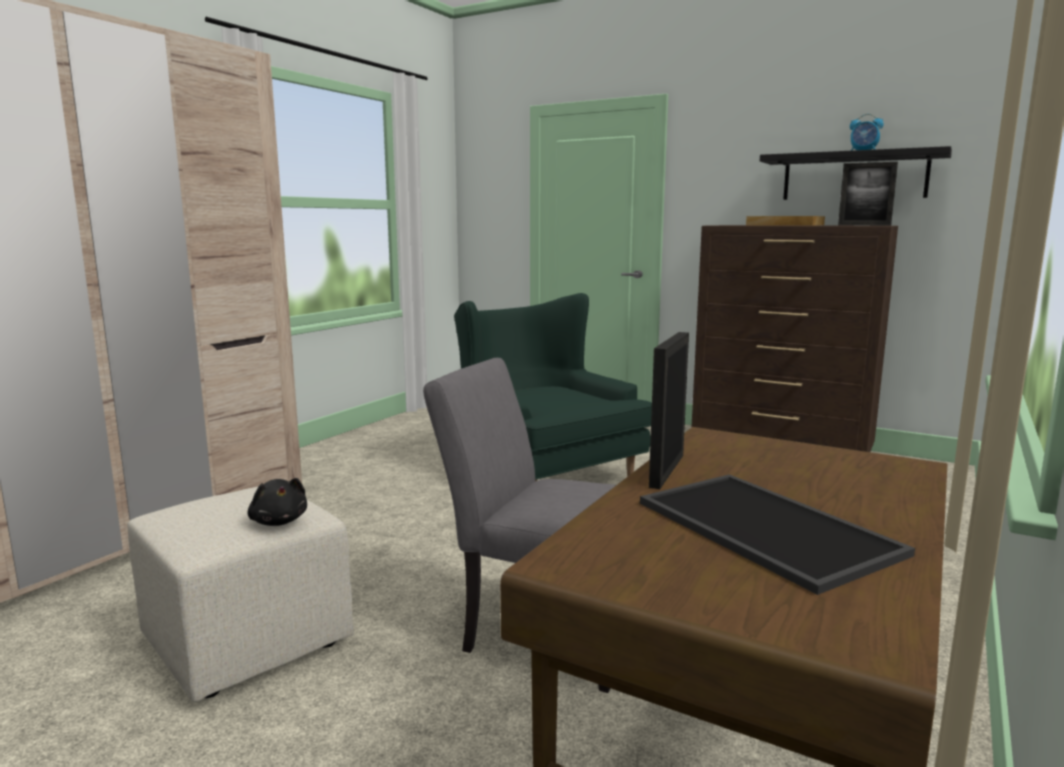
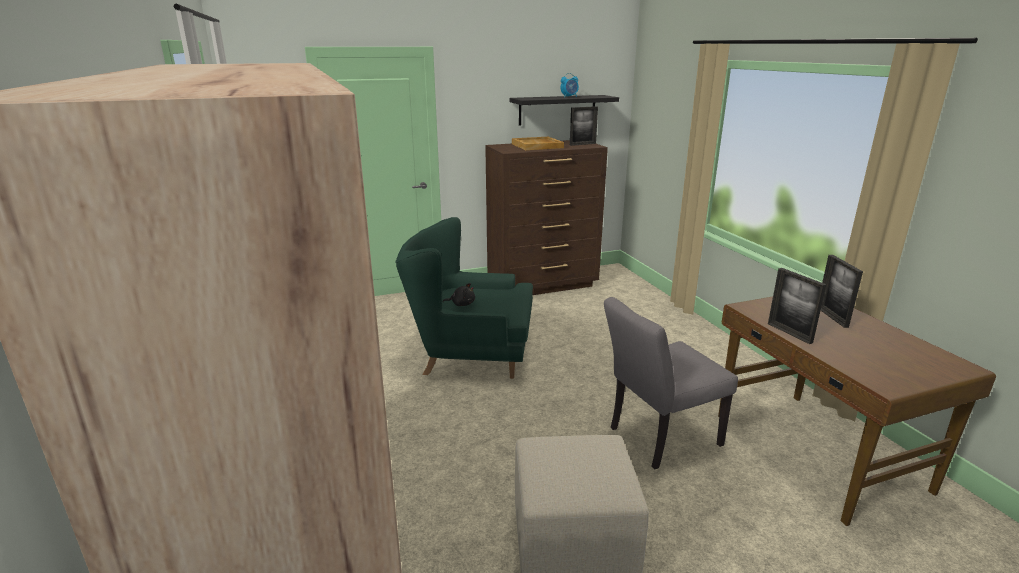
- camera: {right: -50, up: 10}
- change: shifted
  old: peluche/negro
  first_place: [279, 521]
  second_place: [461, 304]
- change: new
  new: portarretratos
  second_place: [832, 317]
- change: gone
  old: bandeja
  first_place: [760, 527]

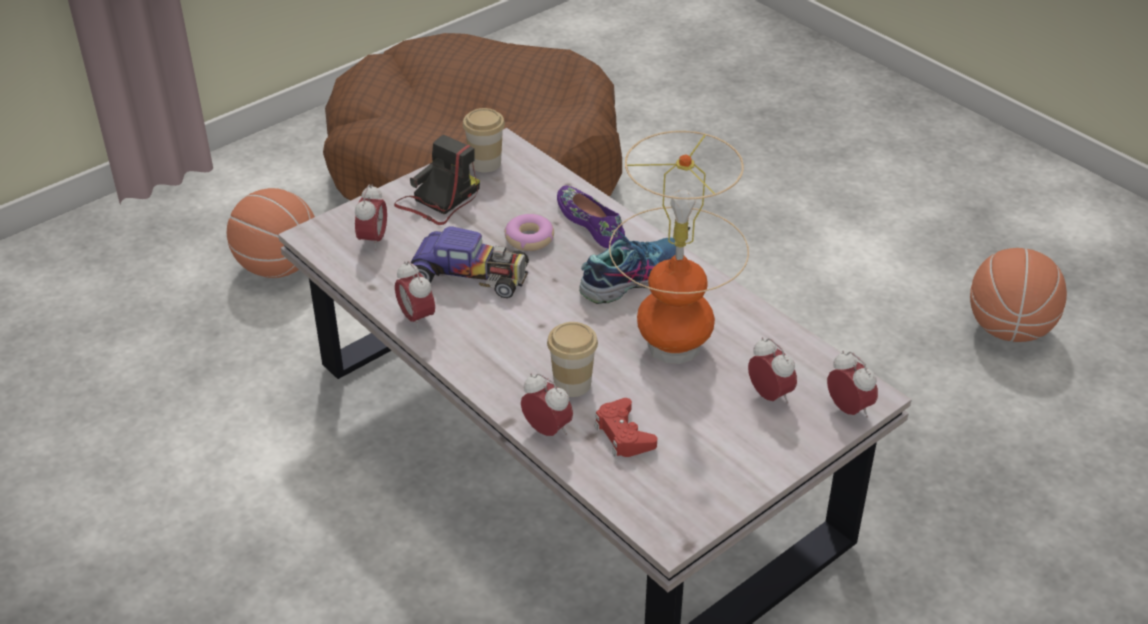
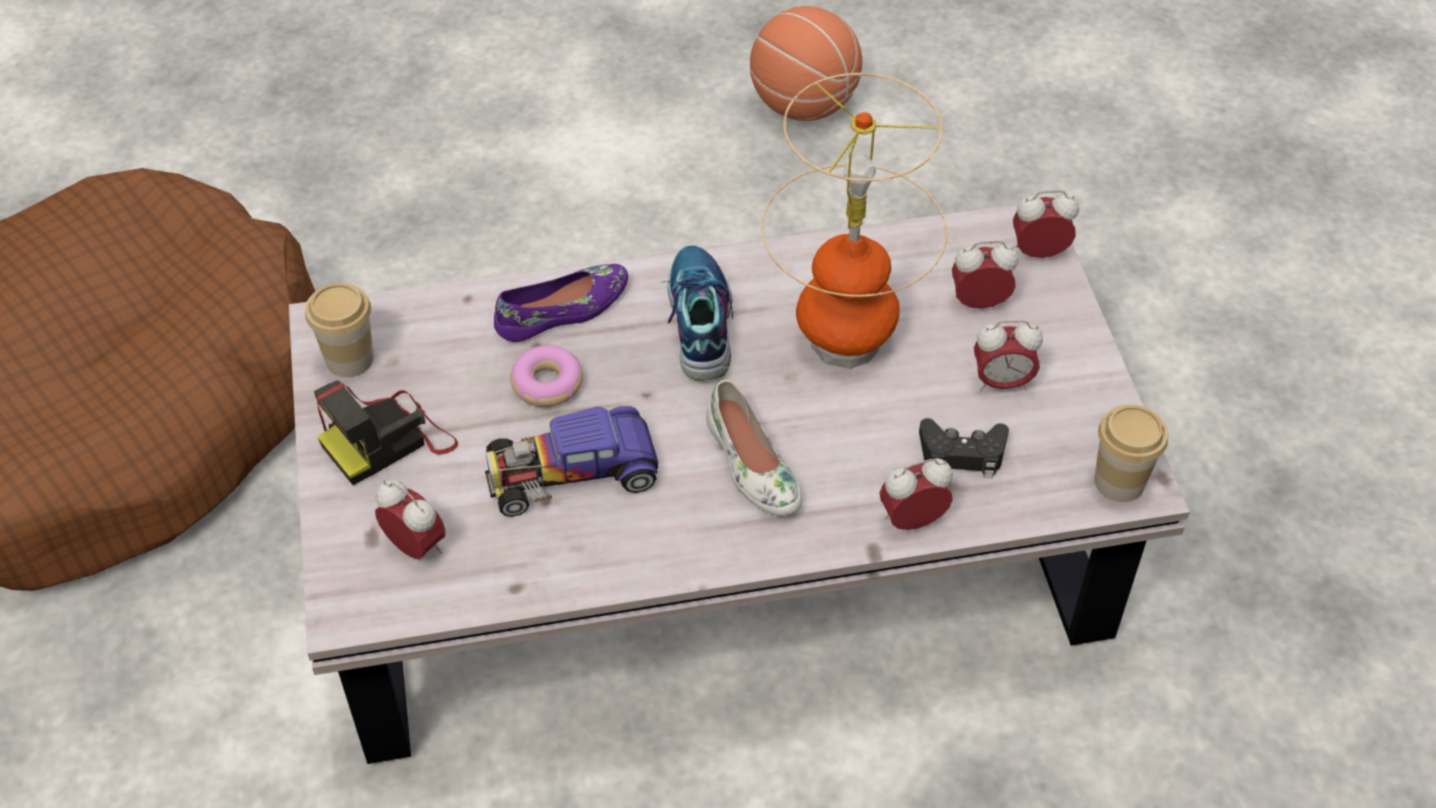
- camera: {right: -60, up: 10}
- change: rotated
  old: cámara
  first_place: [439, 200]
  second_place: [389, 441]
  degrees: -105
- change: rotated
  old: coche de juguete
  first_place: [470, 274]
  second_place: [571, 472]
  degrees: -150
- change: rotated
  old: zapato/morado
  first_place: [591, 222]
  second_place: [564, 311]
  degrees: 150
- change: new
  new: zapato/blanco
  second_place: [751, 465]
- change: repainted
  old: mando de consola/rojo
  new: mando de consola/negro
  first_place: [623, 434]
  second_place: [962, 454]
- change: shifted
  old: despertador
  first_place: [416, 318]
  second_place: [1001, 383]
- change: shifted
  old: taza
  first_place: [572, 384]
  second_place: [1119, 482]
- change: gone
  old: balón de baloncesto
  first_place: [278, 266]

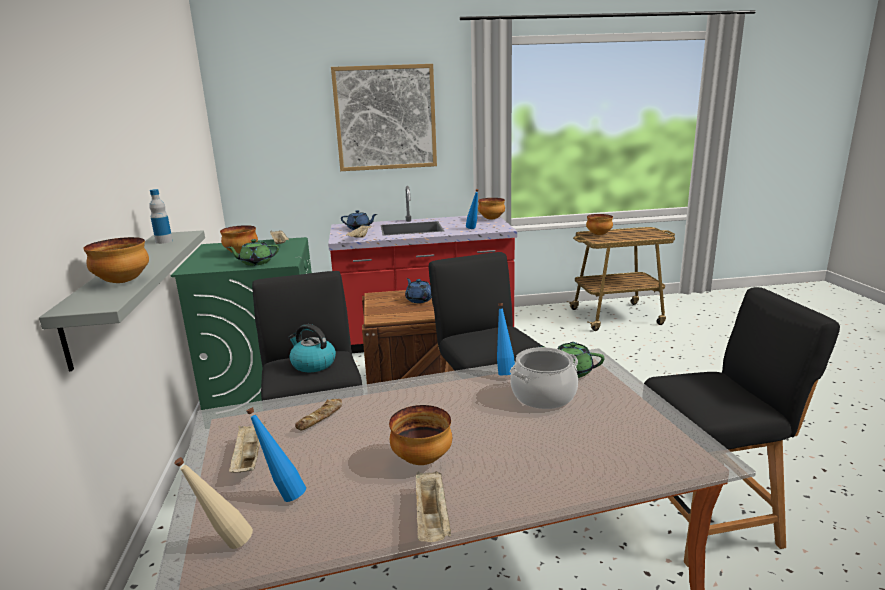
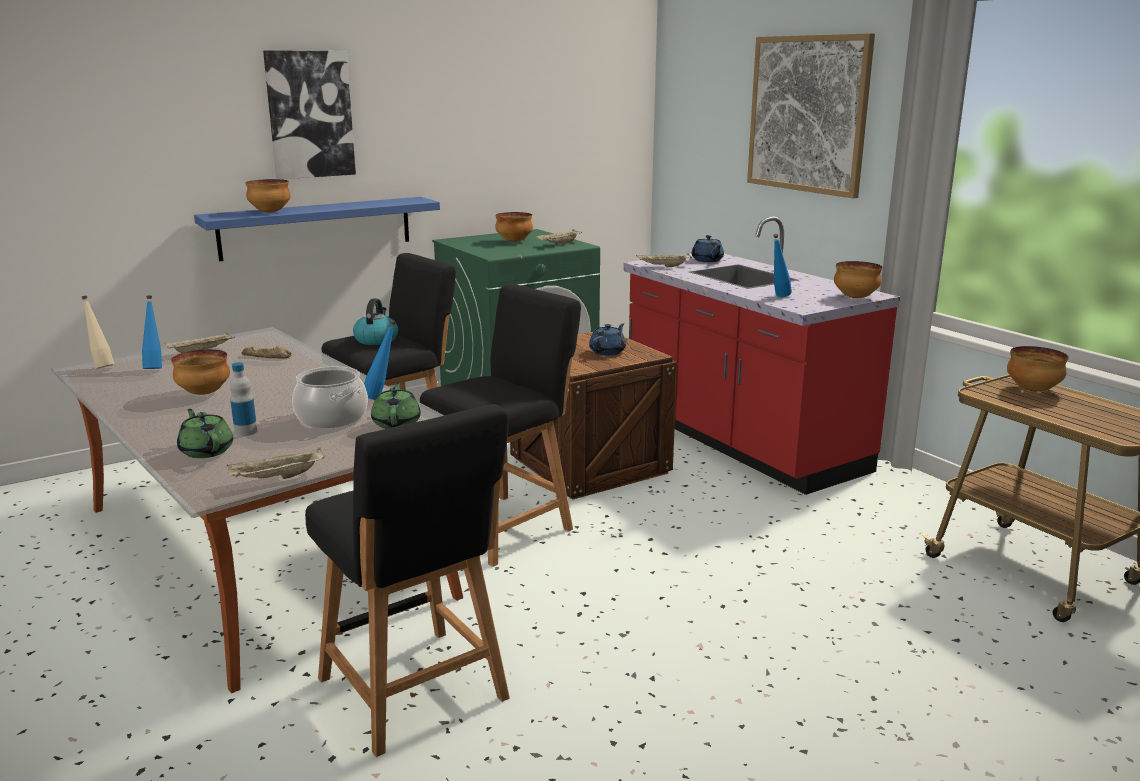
- camera: {right: 65, up: 0}
- change: shifted
  old: tetera/verde
  first_place: [256, 263]
  second_place: [206, 451]
- change: repainted
  old: estante/gris
  new: estante/azul
  first_place: [116, 292]
  second_place: [316, 228]
- change: shifted
  old: bandeja/beis
  first_place: [432, 520]
  second_place: [277, 478]
- change: shifted
  old: botella
  first_place: [164, 241]
  second_place: [246, 432]
- change: new
  new: cuadro
  second_place: [310, 114]

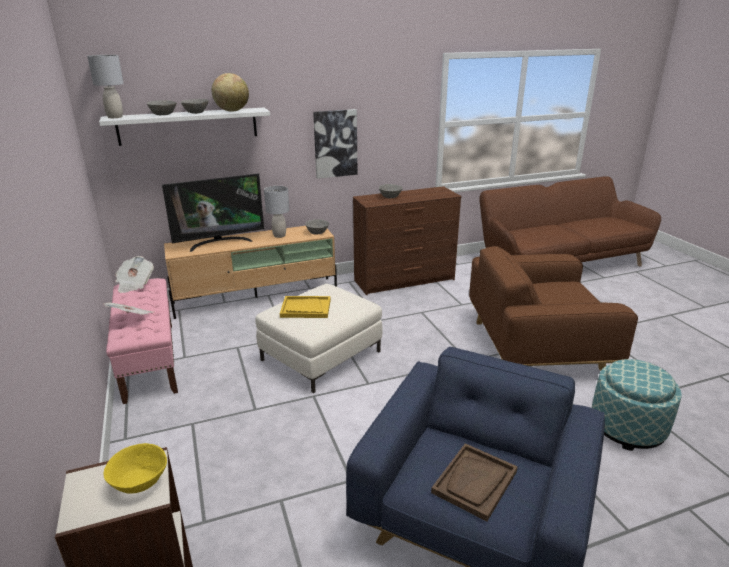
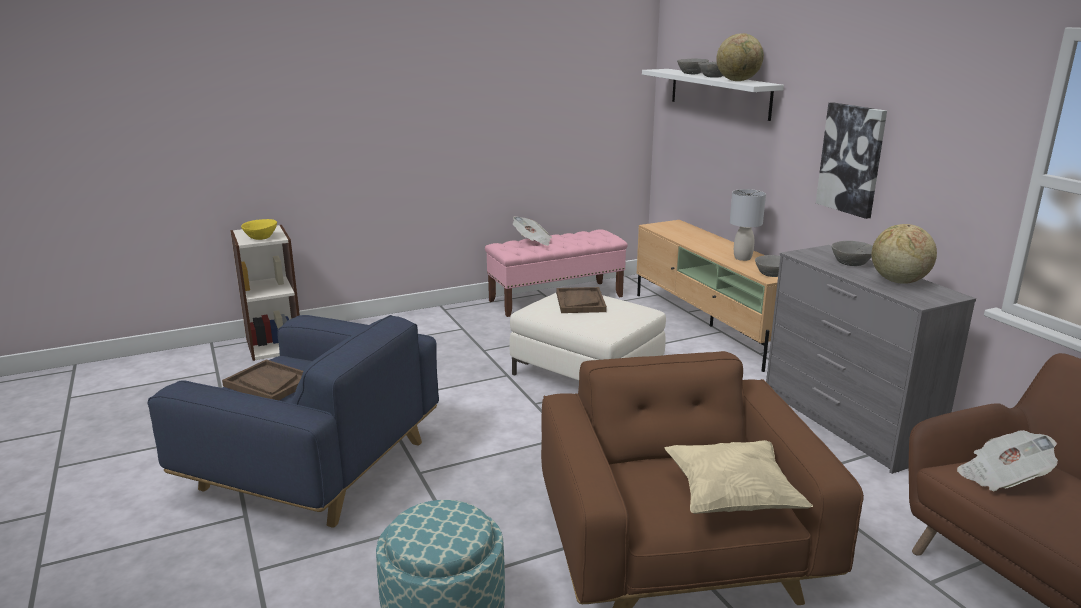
- camera: {right: 85, up: -5}
- change: repainted
  old: bandeja/amarillo
  new: bandeja/marrón
  first_place: [305, 308]
  second_place: [580, 302]
- change: new
  new: cojín/beis
  second_place: [731, 498]
- change: repainted
  old: cómoda/marrón
  new: cómoda/gris
  first_place: [404, 281]
  second_place: [845, 423]
- change: new
  new: globo terráqueo
  second_place: [898, 281]
- change: shifted
  old: periódico
  first_place: [134, 284]
  second_place: [1001, 478]
- change: gone
  old: lámpara de mesa/gris
  first_place: [115, 117]
- change: gone
  old: televisor
  first_place: [219, 242]

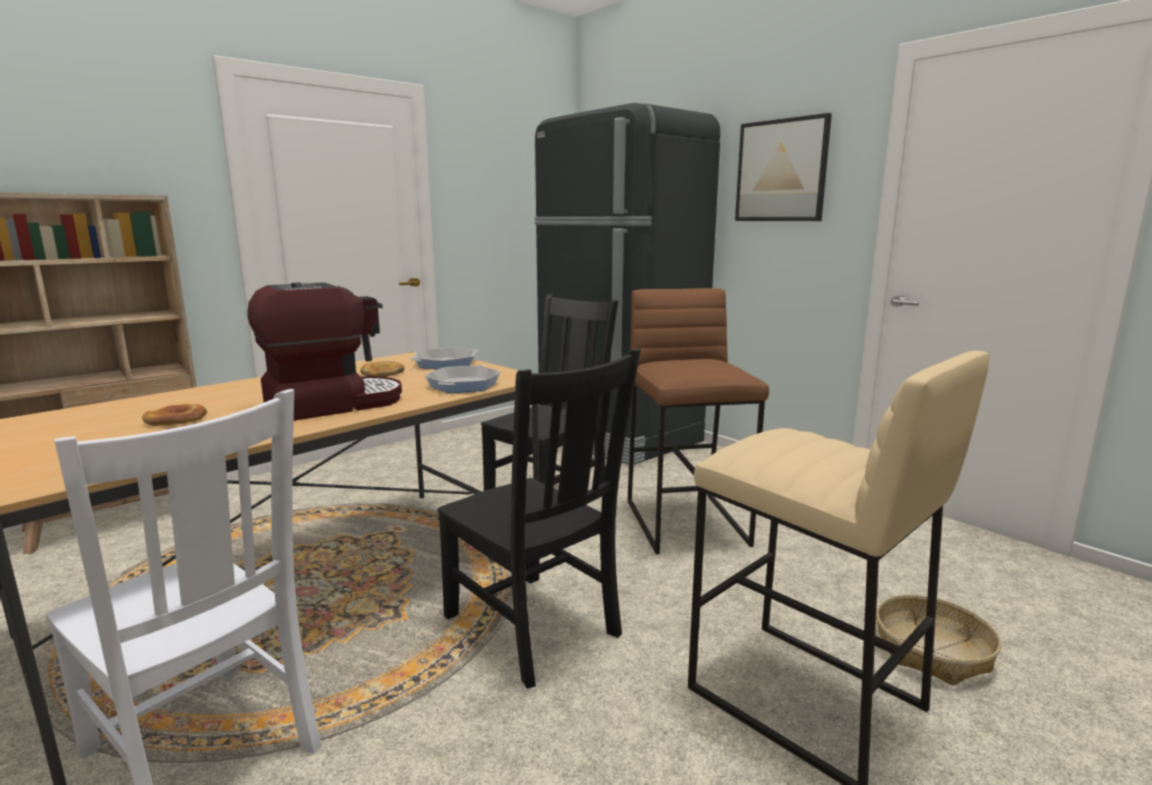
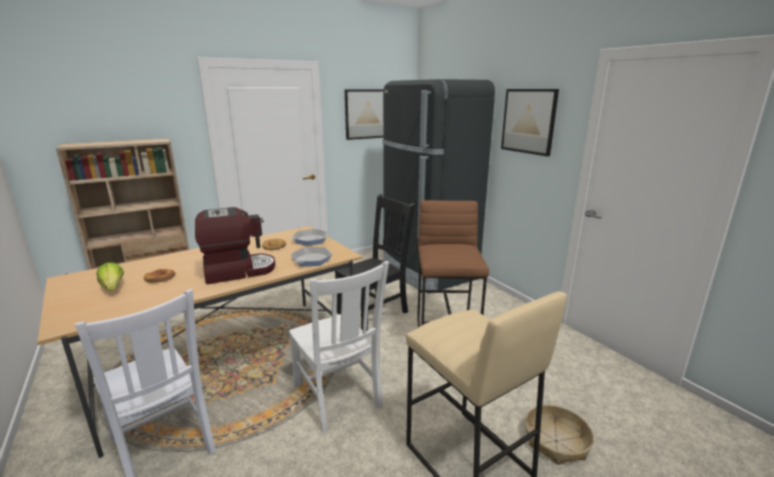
- camera: {right: 10, up: 5}
- change: new
  new: lechuga
  second_place: [113, 288]
- change: repainted
  old: silla/negro
  new: silla/blanco
  first_place: [534, 629]
  second_place: [338, 397]
- change: new
  new: cuadro
  second_place: [366, 114]

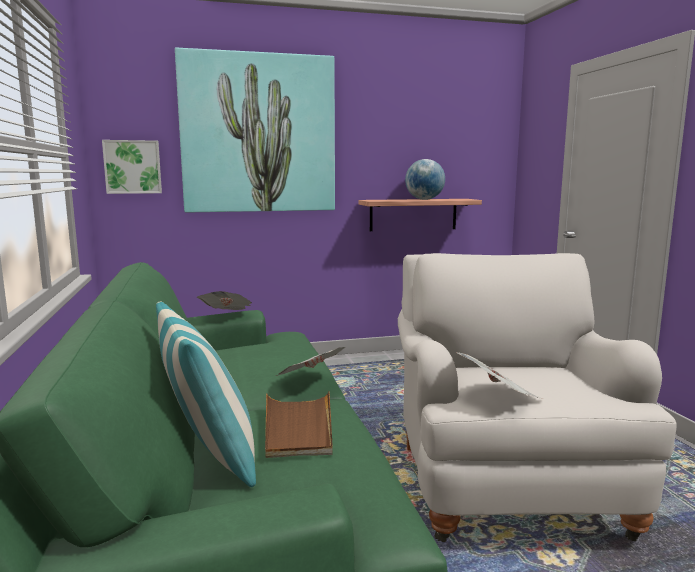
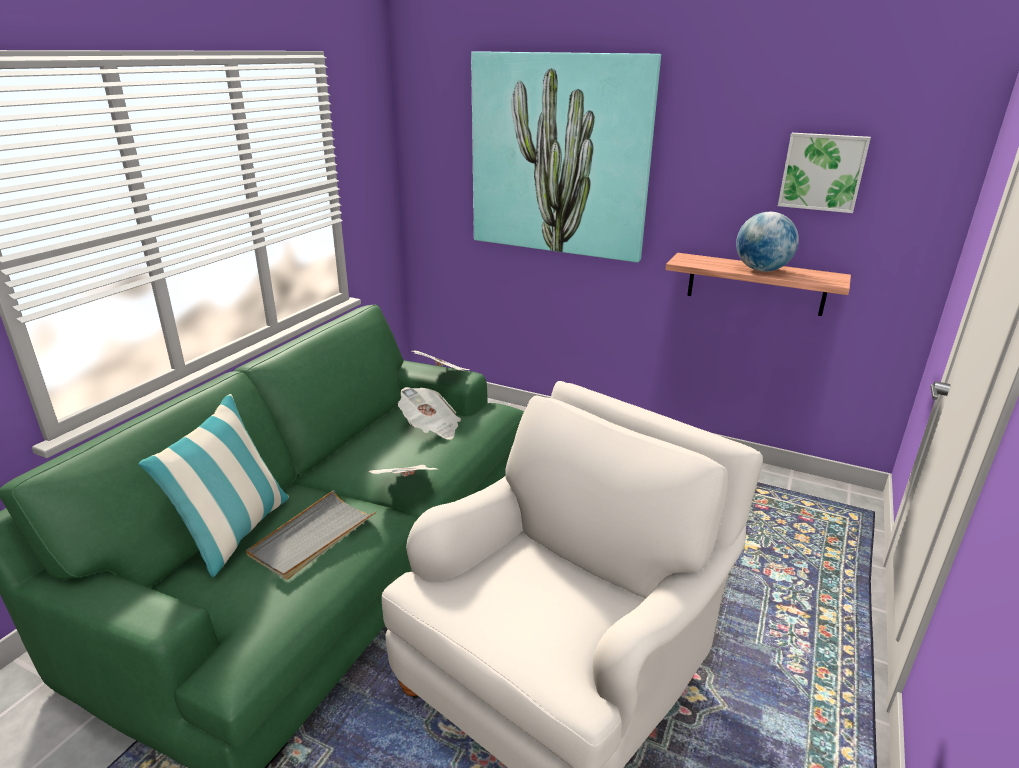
- camera: {right: 40, up: 15}
- change: repainted
  old: bandeja/marrón
  new: bandeja/gris
  first_place: [298, 427]
  second_place: [313, 537]
- change: shifted
  old: periódico
  first_place: [497, 397]
  second_place: [431, 427]
- change: shifted
  old: cuadro
  first_place: [133, 167]
  second_place: [822, 172]

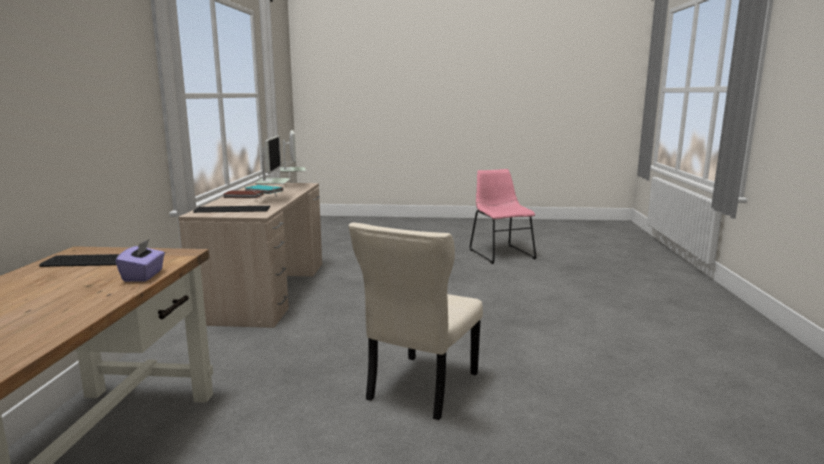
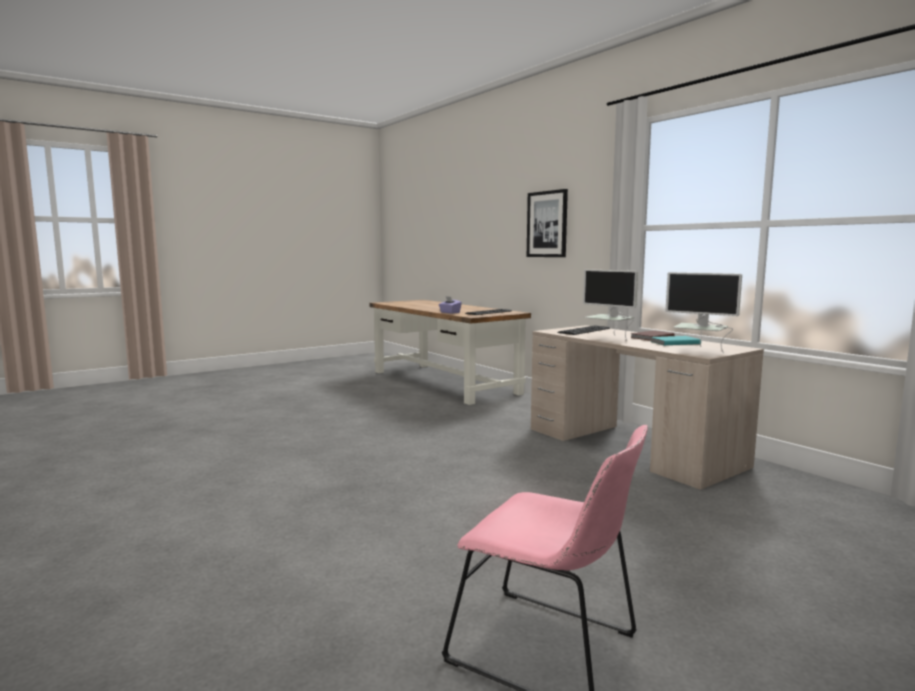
- camera: {right: 140, up: -5}
- change: new
  new: cuadro
  second_place: [547, 224]
- change: gone
  old: silla/beis
  first_place: [420, 388]

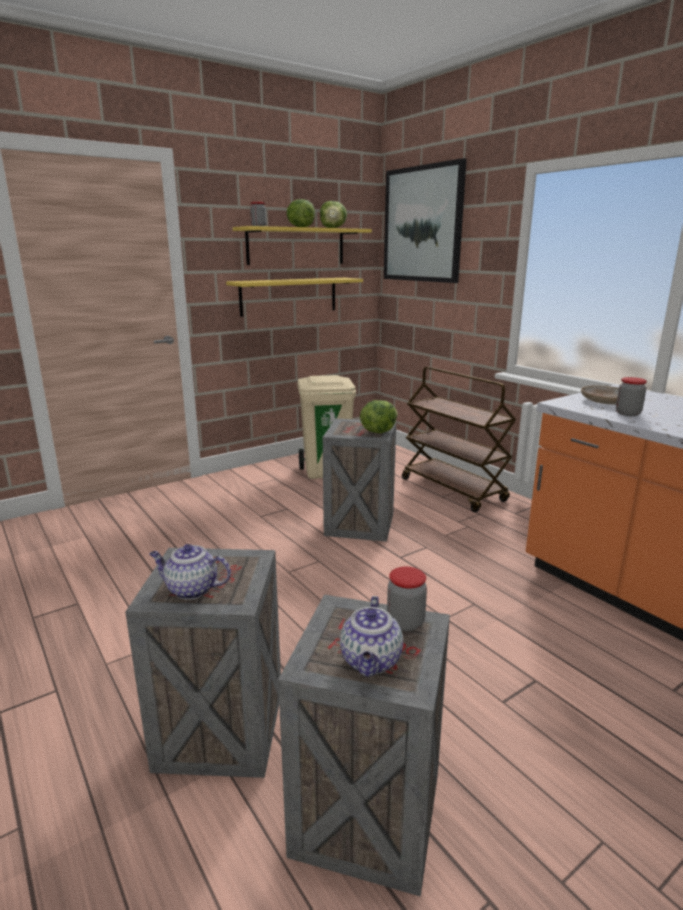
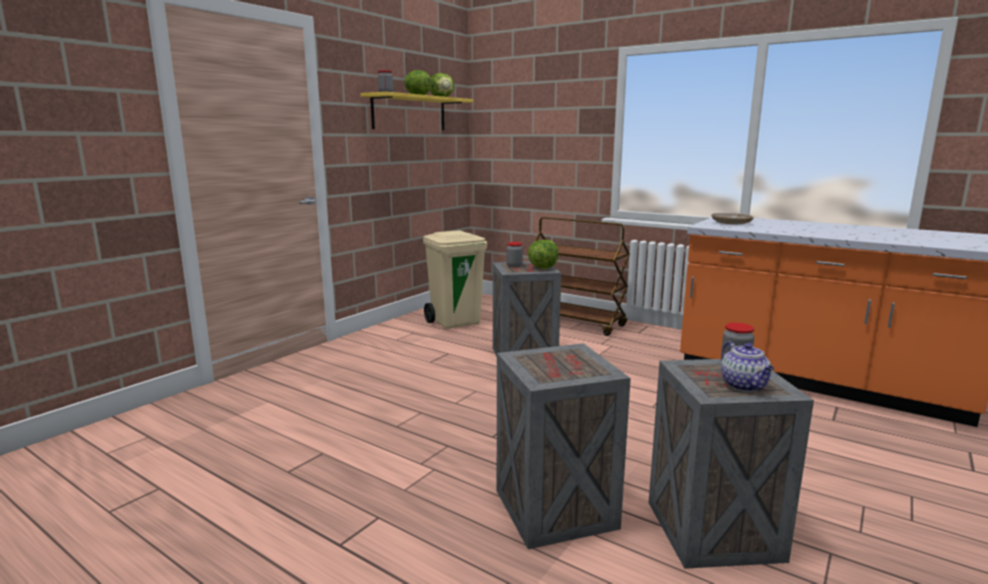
- camera: {right: -20, up: -5}
- change: shifted
  old: tarro
  first_place: [628, 413]
  second_place: [514, 266]
- change: gone
  old: tetera
  first_place: [190, 590]
- change: gone
  old: estante/amarillo
  first_place: [289, 296]
- change: gone
  old: cuadro
  first_place: [422, 224]

